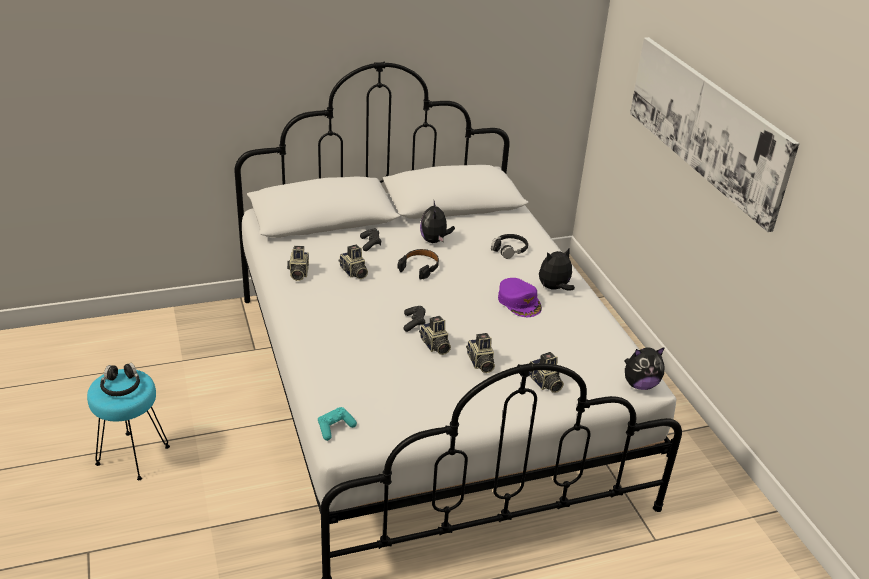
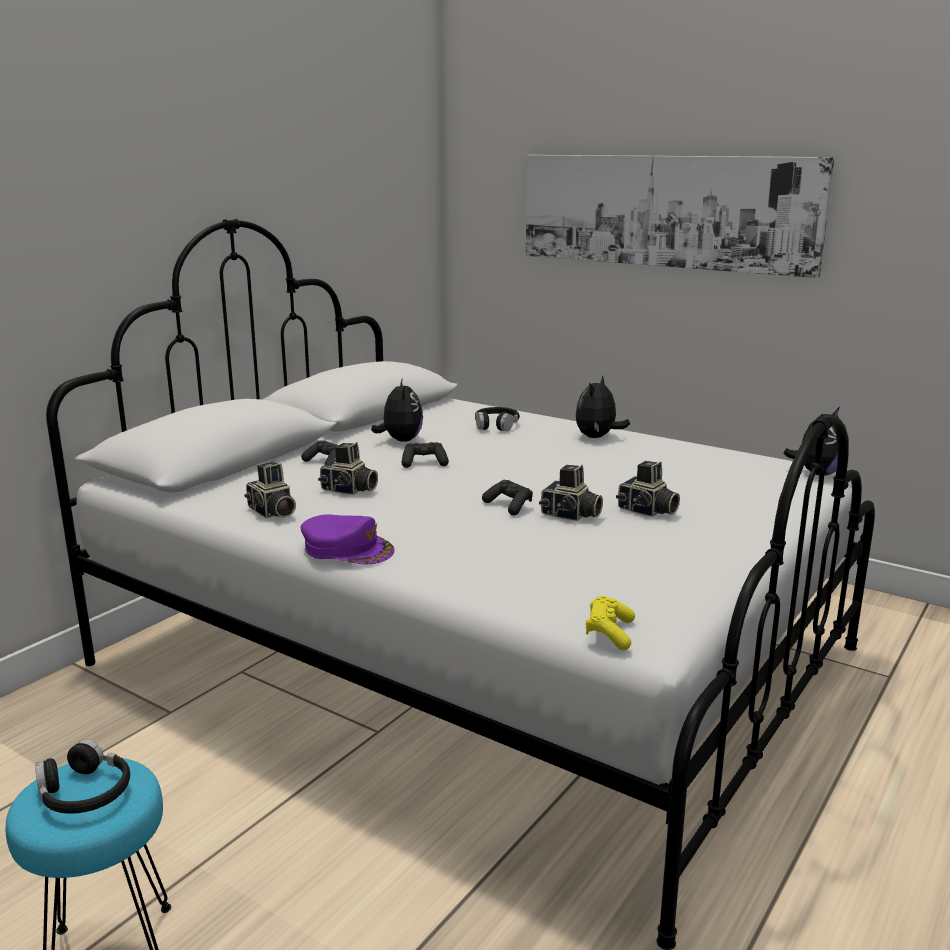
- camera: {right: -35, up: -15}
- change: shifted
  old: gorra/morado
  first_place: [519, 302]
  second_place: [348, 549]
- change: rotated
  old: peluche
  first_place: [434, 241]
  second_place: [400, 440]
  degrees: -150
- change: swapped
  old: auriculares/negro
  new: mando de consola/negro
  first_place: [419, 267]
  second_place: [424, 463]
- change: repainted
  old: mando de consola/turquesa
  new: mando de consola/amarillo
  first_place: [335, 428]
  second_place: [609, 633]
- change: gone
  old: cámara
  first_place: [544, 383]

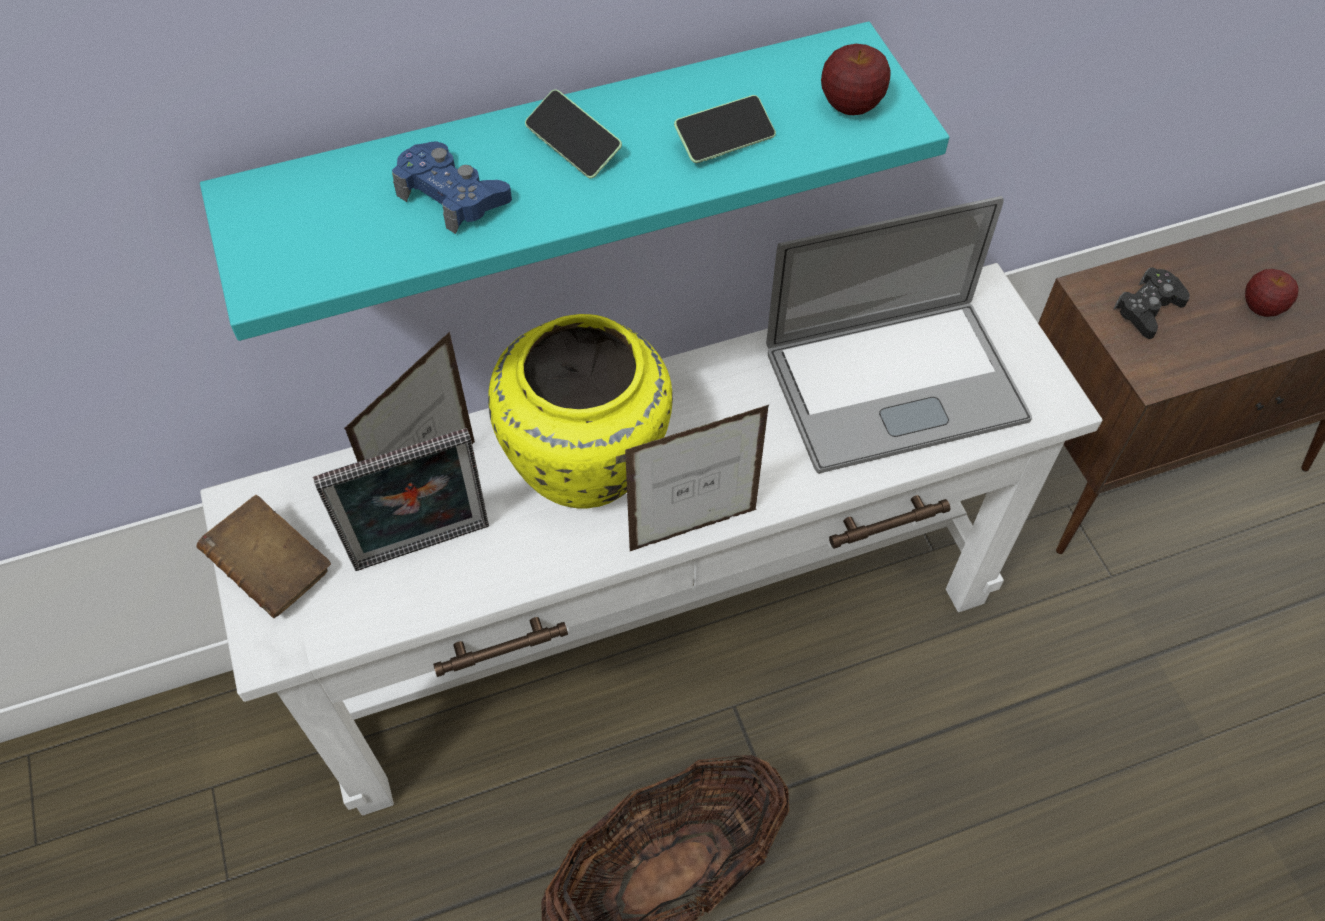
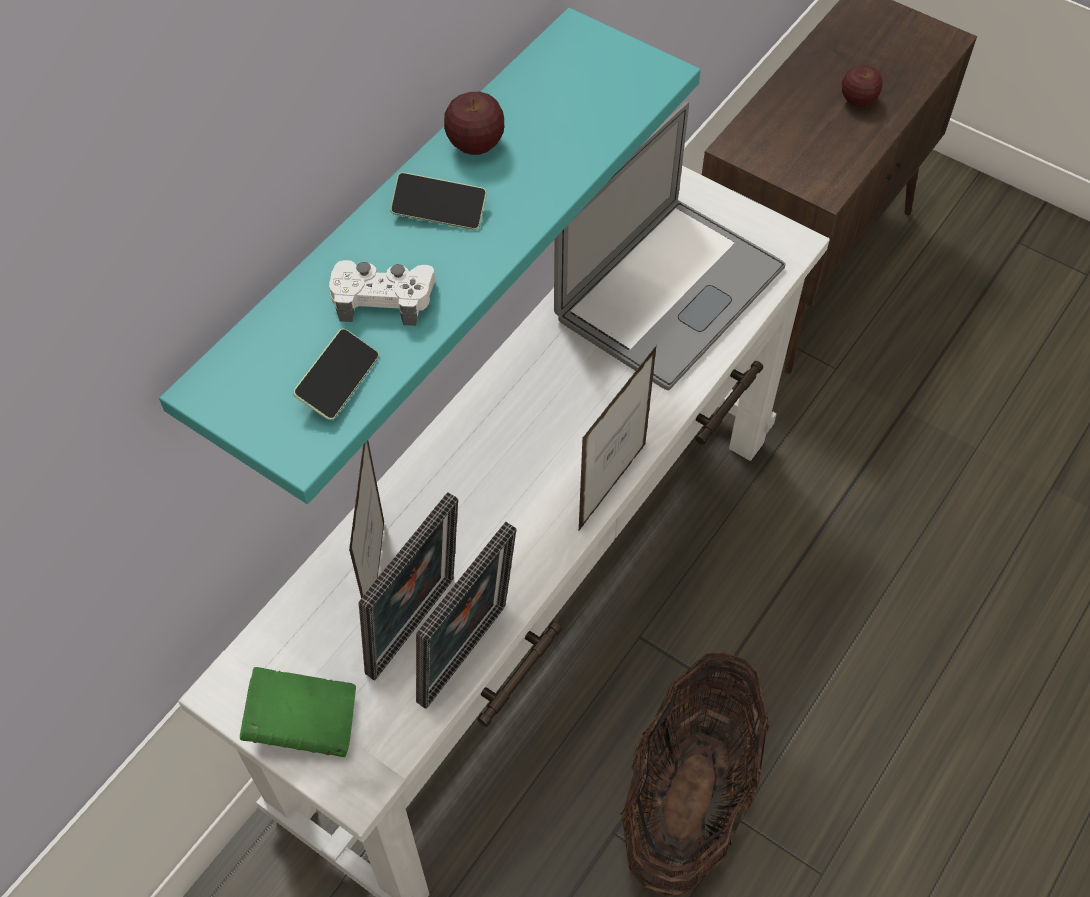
- camera: {right: -35, up: 0}
- change: repainted
  old: libro/marrón
  new: libro/verde
  first_place: [273, 570]
  second_place: [303, 723]
- change: shifted
  old: móvil
  first_place: [724, 140]
  second_place: [338, 382]
- change: repainted
  old: mando de consola/azul
  new: mando de consola/blanco
  first_place: [452, 195]
  second_place: [383, 298]
- change: new
  new: portarretratos
  second_place: [469, 658]
- change: shifted
  old: manzana
  first_place: [851, 105]
  second_place: [475, 144]
- change: gone
  old: florero/amarillo
  first_place: [588, 464]
- change: gone
  old: mando de consola/negro
  first_place: [1148, 308]

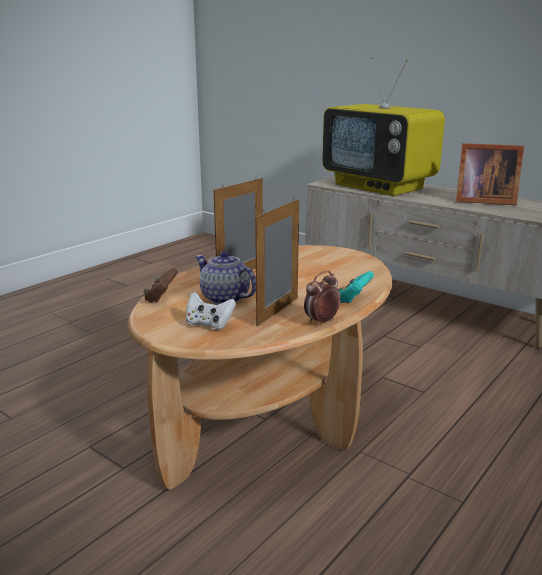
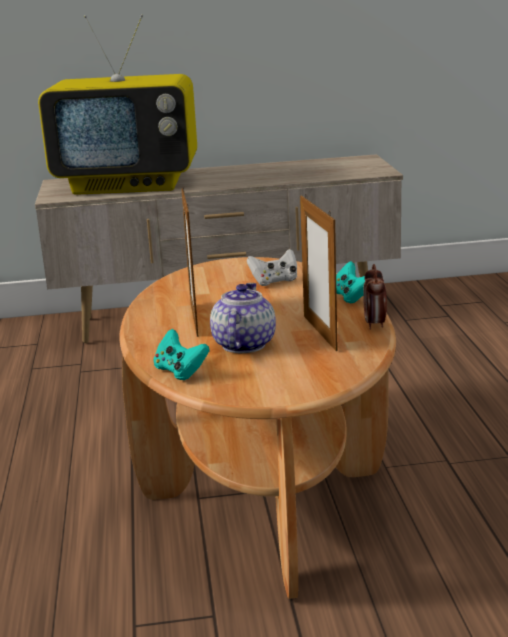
- camera: {right: -45, up: 0}
- change: repainted
  old: mando de consola/marrón
  new: mando de consola/turquesa
  first_place: [161, 298]
  second_place: [180, 372]
- change: rotated
  old: tetera
  first_place: [224, 298]
  second_place: [243, 344]
  degrees: 105
- change: shifted
  old: mando de consola/blanco
  first_place: [209, 324]
  second_place: [274, 281]
- change: gone
  old: portarretratos
  first_place: [482, 201]

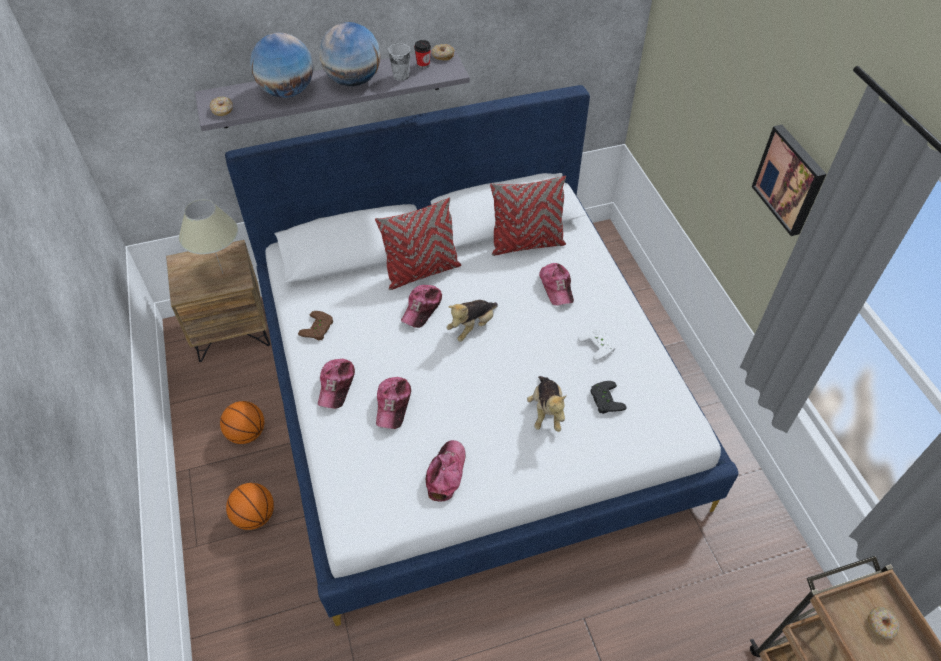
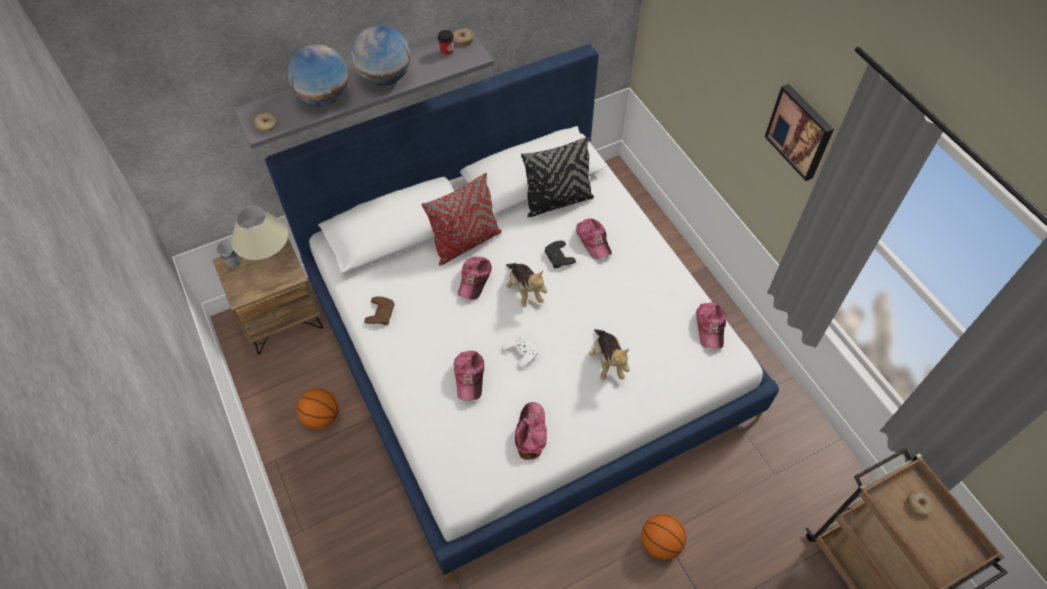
- camera: {right: -10, up: 5}
- change: shifted
  old: taza
  first_place: [401, 76]
  second_place: [233, 262]
- change: shifted
  old: mando de consola/blanco
  first_place: [599, 345]
  second_place: [522, 351]
- change: rotated
  old: peluche
  first_place: [472, 326]
  second_place: [524, 290]
  degrees: -60
- change: repainted
  old: cojín/rojo
  new: cojín/negro
  first_place: [526, 244]
  second_place: [557, 201]
- change: shifted
  old: mando de consola/negro
  first_place: [604, 400]
  second_place: [557, 257]
- change: shifted
  old: balón de baloncesto
  first_place: [255, 516]
  second_place: [660, 543]
- change: shifted
  old: gorra
  first_place: [336, 385]
  second_place: [710, 327]

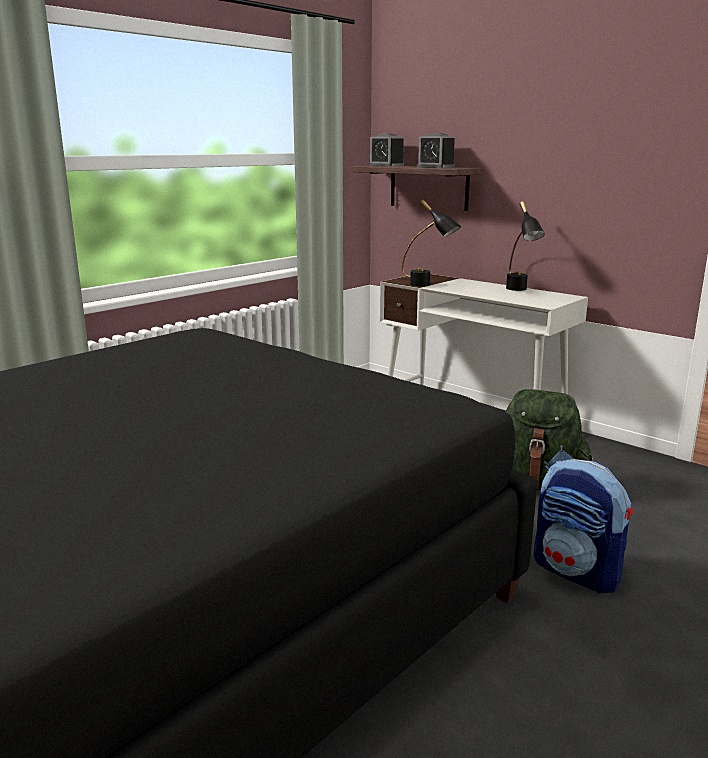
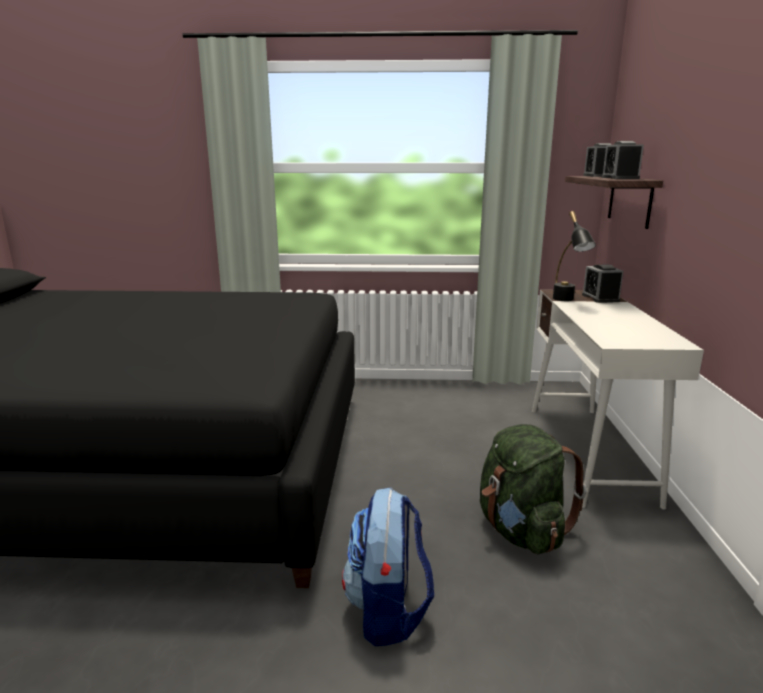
- camera: {right: 50, up: 0}
- change: new
  new: despertador
  second_place: [600, 298]
- change: gone
  old: lámpara de mesa/negro
  first_place: [519, 290]

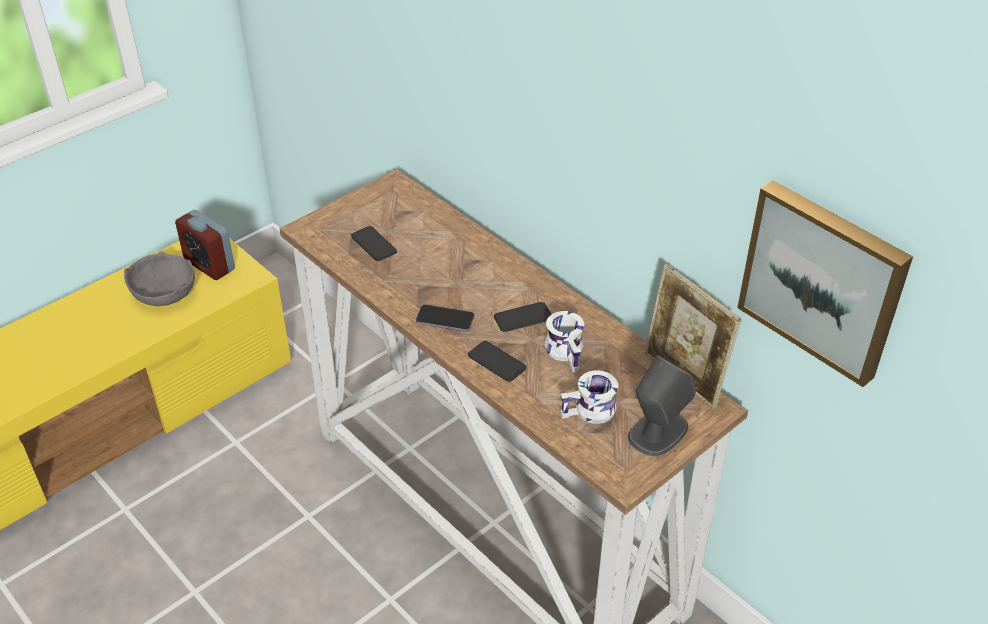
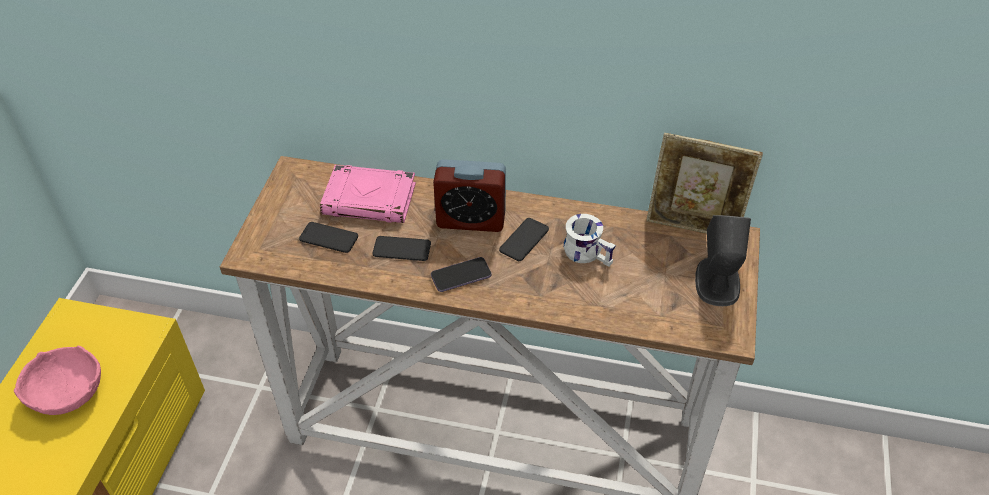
- camera: {right: -35, up: 5}
- change: repainted
  old: cuenco/gris
  new: cuenco/rosa
  first_place: [164, 294]
  second_place: [68, 393]
- change: new
  new: libro/rosa
  second_place: [370, 199]
- change: shifted
  old: móvil
  first_place: [497, 362]
  second_place: [402, 249]
- change: shifted
  old: despertador
  first_place: [209, 265]
  second_place: [471, 219]
- change: gone
  old: taza grande/blanco
  first_place: [590, 413]
- change: gone
  old: cuadro
  first_place: [824, 279]

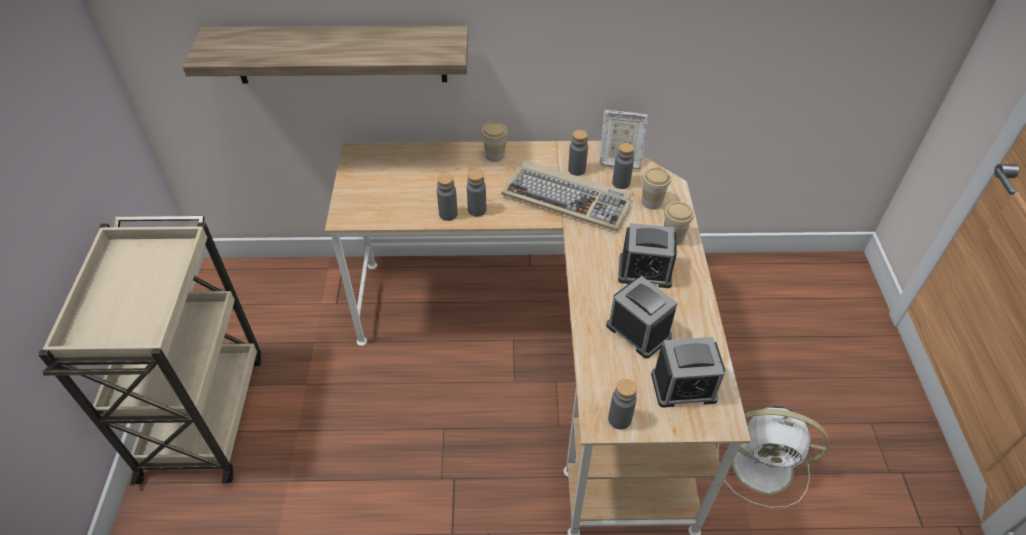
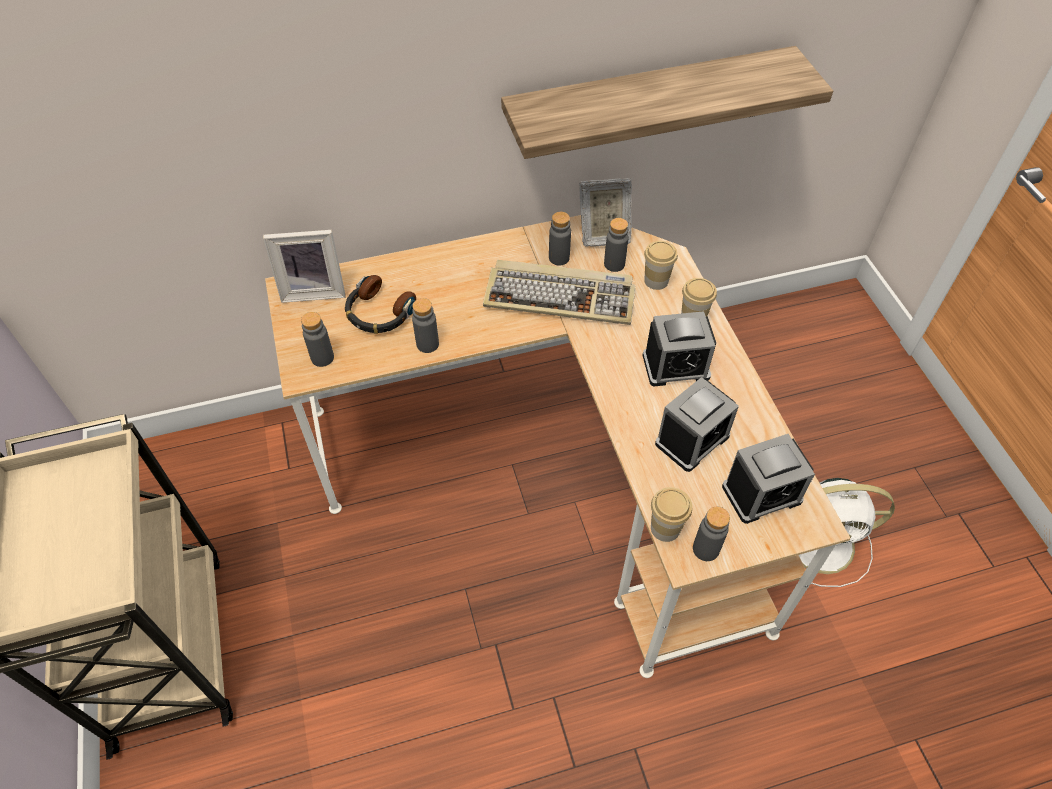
- camera: {right: -15, up: 5}
- change: new
  new: portarretratos
  second_place: [314, 290]
- change: shifted
  old: botella/gris
  first_place: [477, 210]
  second_place: [322, 358]
- change: new
  new: auriculares
  second_place: [379, 313]
- change: shifted
  old: estante
  first_place: [340, 54]
  second_place: [648, 103]
- change: shifted
  old: taza
  first_place: [495, 155]
  second_place: [665, 528]
- change: rotated
  old: despertador
  first_place: [638, 331]
  second_place: [692, 439]
  degrees: 105

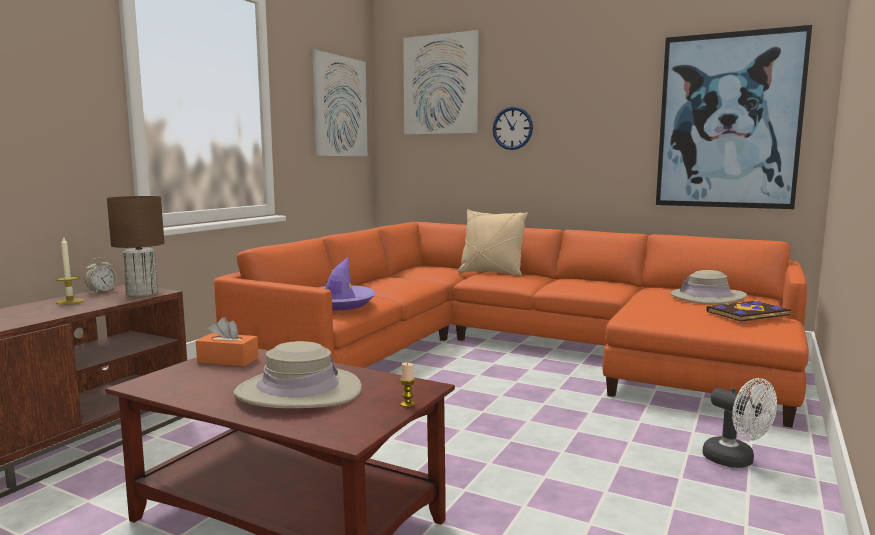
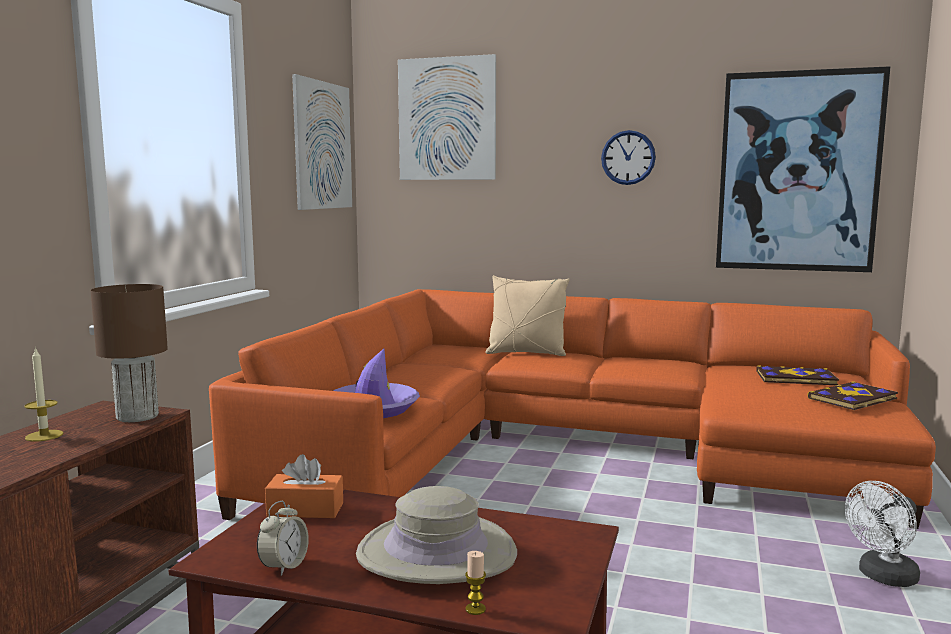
- camera: {right: -10, up: 0}
- change: shifted
  old: despertador
  first_place: [102, 291]
  second_place: [284, 566]
- change: shifted
  old: vela
  first_place: [407, 404]
  second_place: [475, 609]
- change: shifted
  old: reloj de pared
  first_place: [512, 128]
  second_place: [628, 157]
- change: swapped
  old: sombrero/beis
  new: libro
  first_place: [707, 297]
  second_place: [796, 378]
- change: rotated
  old: ventilador/blanco
  first_place: [736, 461]
  second_place: [883, 577]
  degrees: 105

